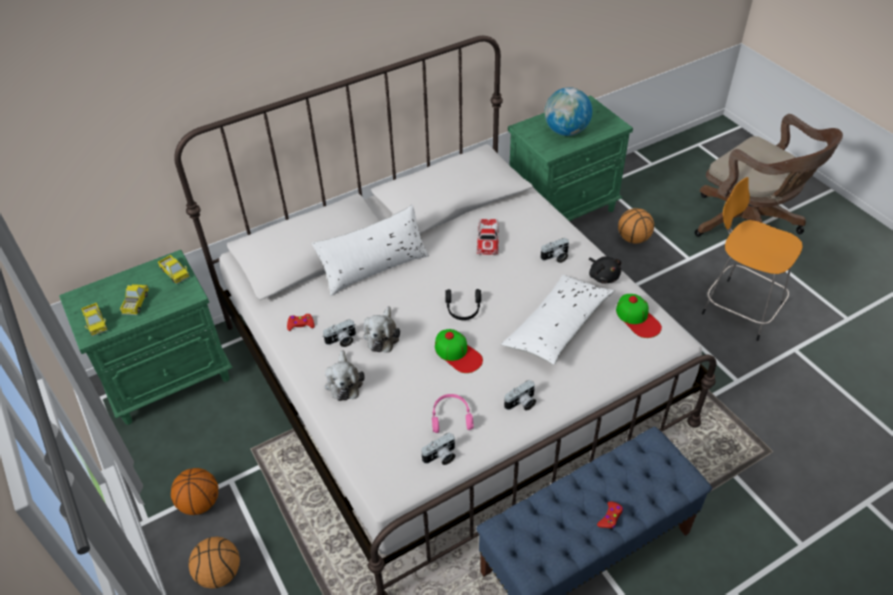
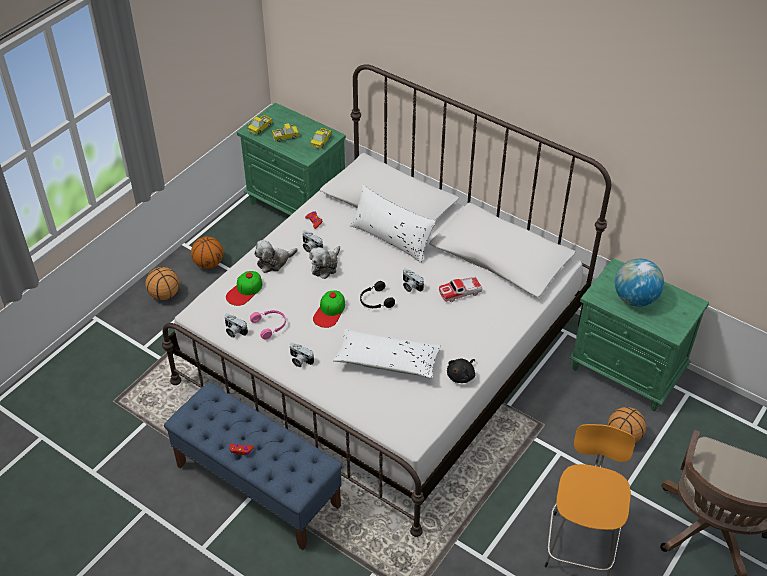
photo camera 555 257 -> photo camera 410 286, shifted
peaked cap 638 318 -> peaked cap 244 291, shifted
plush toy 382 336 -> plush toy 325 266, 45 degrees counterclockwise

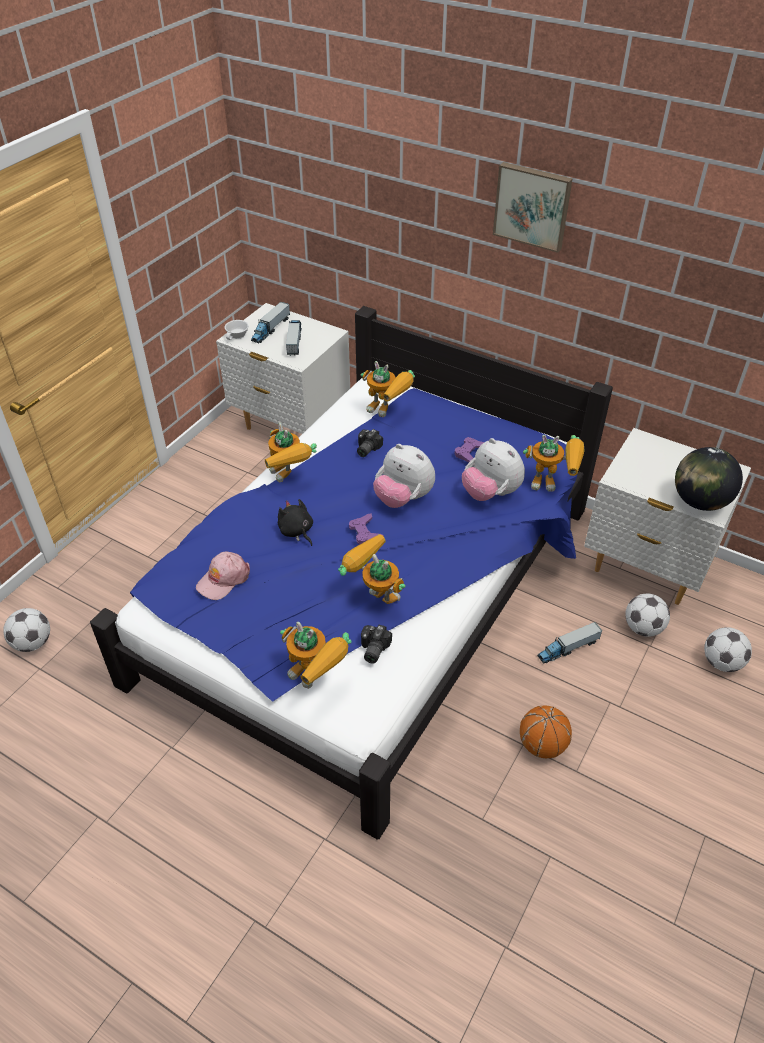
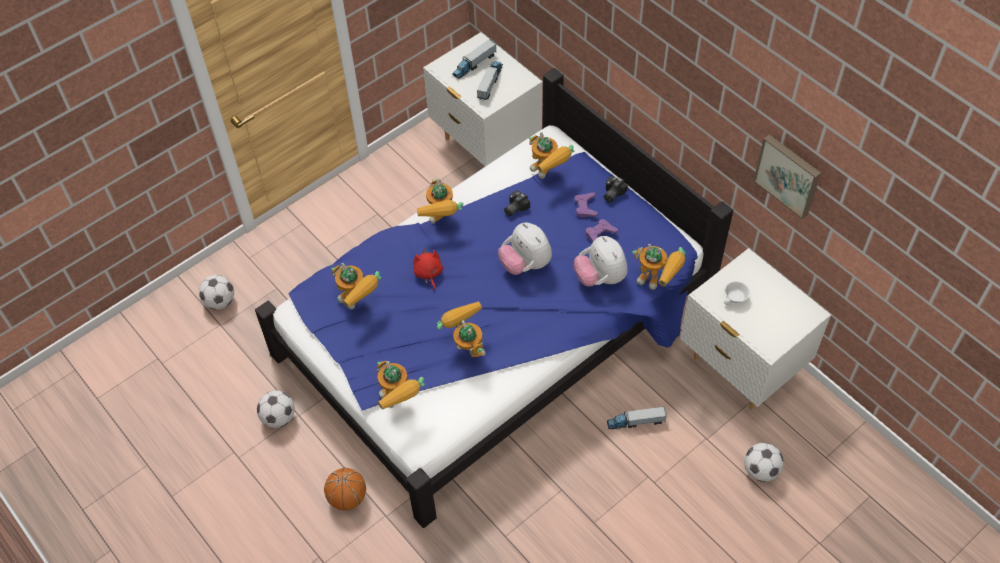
wall picture 532 206 -> wall picture 788 175, shifted
white-coloured drinking cup 238 335 -> white-coloured drinking cup 735 298, shifted
globe 700 501 -> none
black-coloured plush toy 296 531 -> red plush toy 428 273
purple-coloured joypad 365 532 -> purple-coloured joypad 585 207, shifted
pink peaked cap 223 579 -> toy robot 358 302
ball for football 643 628 -> ball for football 279 417, shifted
photo camera 372 649 -> photo camera 612 193, shifted
basketball ball 542 745 -> basketball ball 347 497, shifted

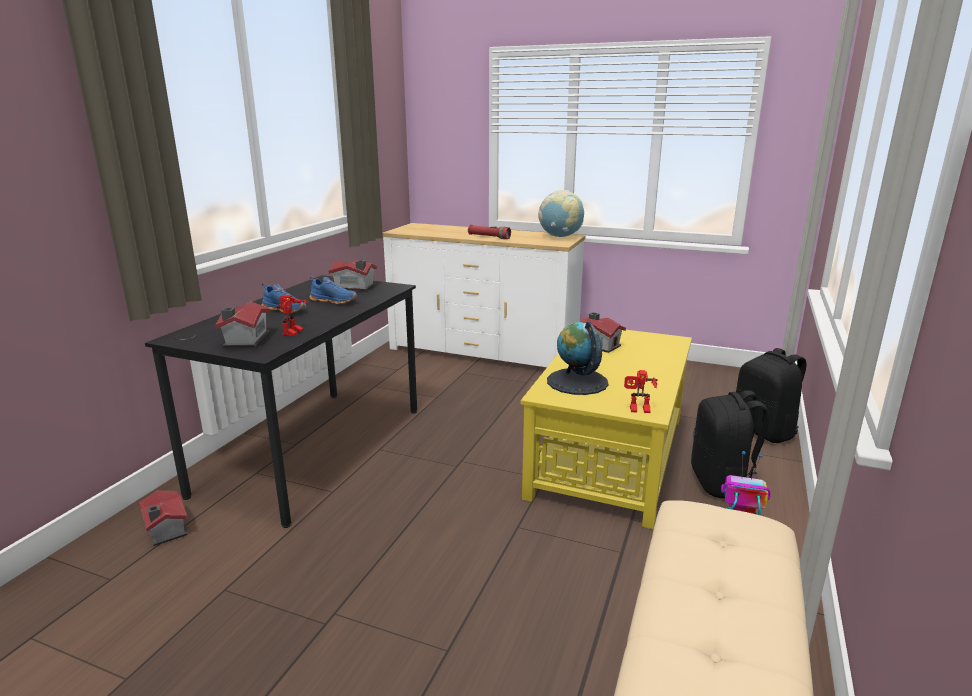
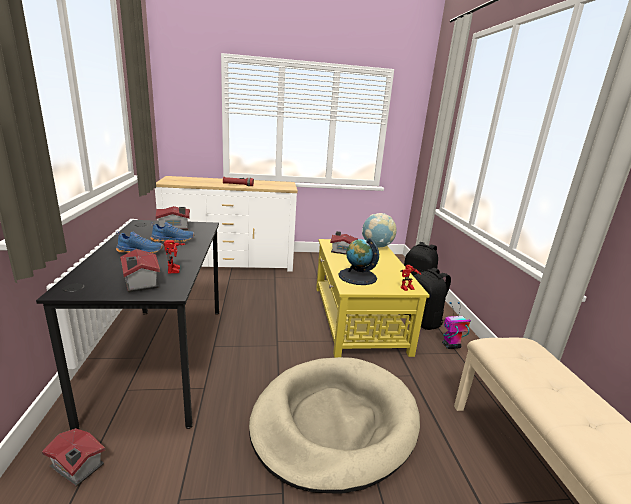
globe 560 236 -> globe 377 246, shifted
none -> sand-coloured dog bed 334 422

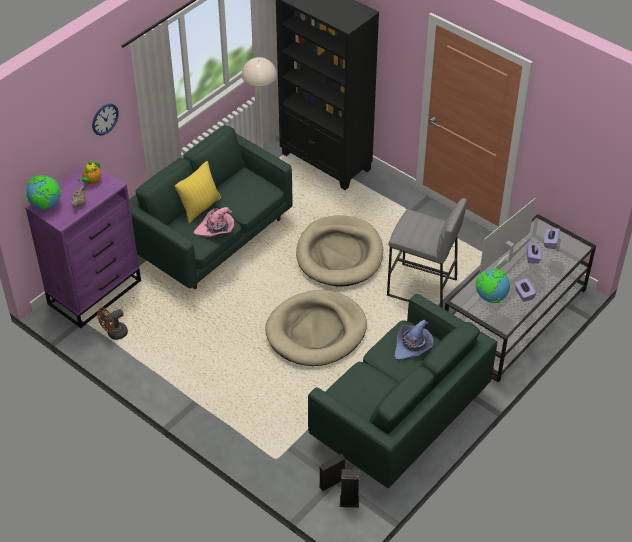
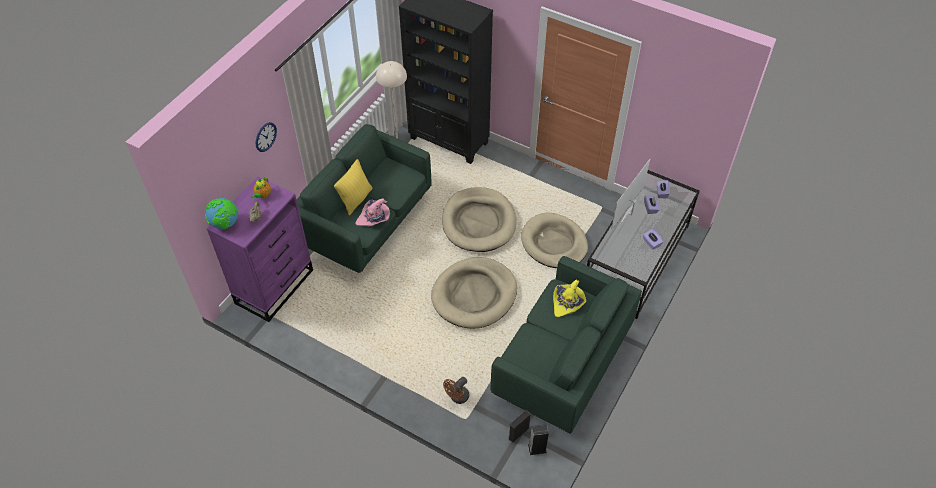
grey stool 421 288 -> sand-coloured dog bed 554 243
globe 490 297 -> none
brownish fan 114 334 -> brownish fan 457 398, shifted
purple-coloured hat 413 346 -> yellowish hat 567 302

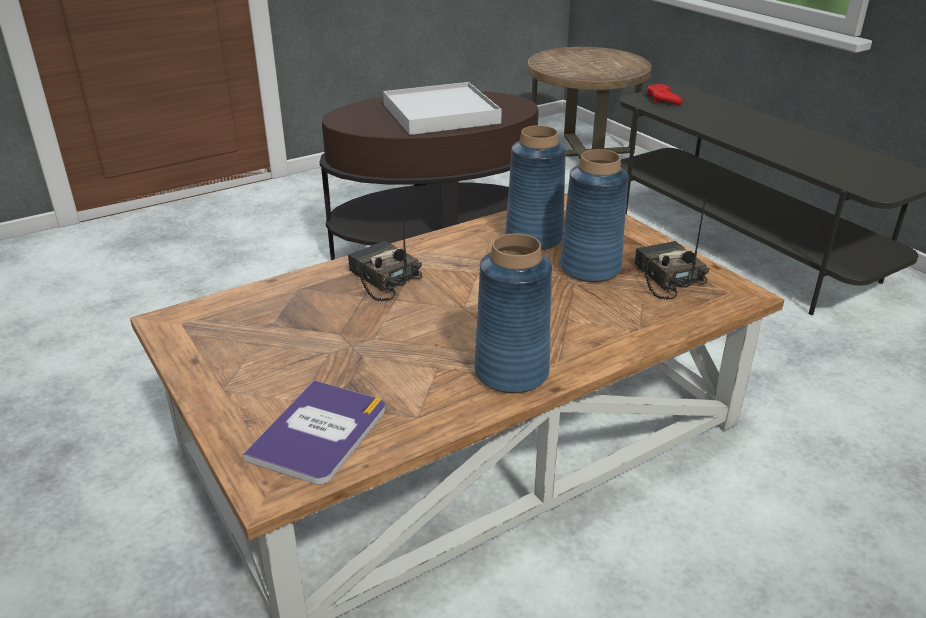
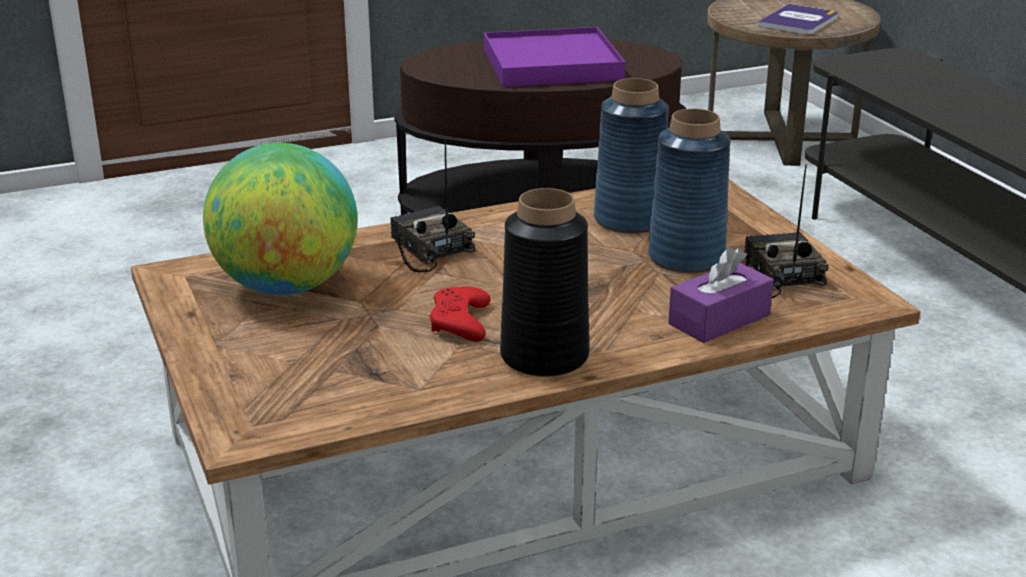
white-coloured carrying tray 441 114 -> purple-coloured carrying tray 552 64
red joypad 662 99 -> red joypad 460 321, shifted
blue vase 511 373 -> black-coloured vase 544 356
volume 319 433 -> volume 798 21, shifted
none -> globe 287 286
none -> purple-coloured box of tissues 719 319

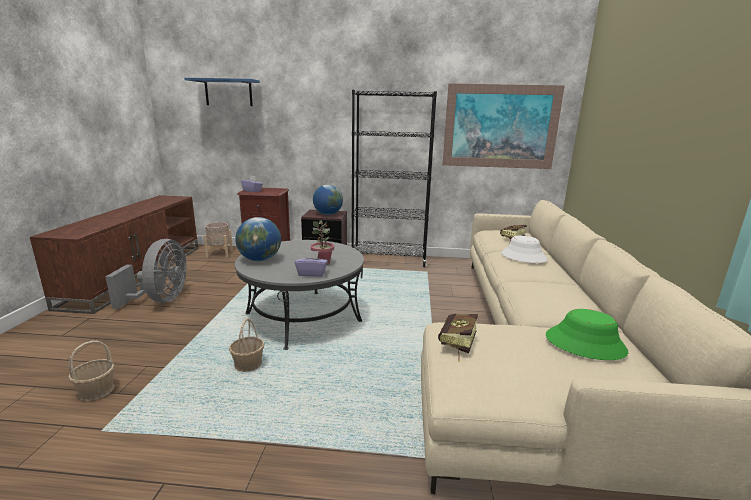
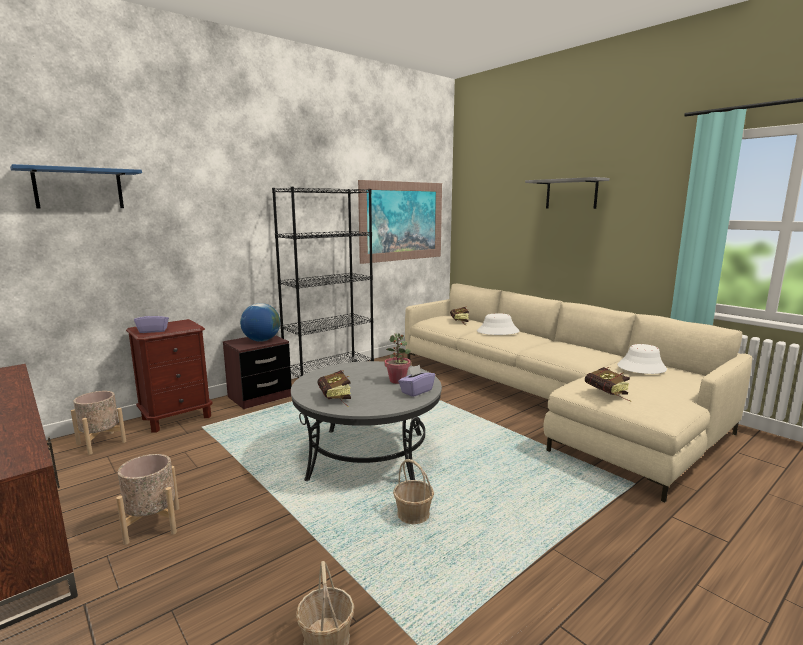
globe 260 259 -> volume 335 399
grey fan 160 300 -> sand-coloured planter 152 525
green hat 585 343 -> white-coloured hat 641 367
none -> grey wall shelf 571 194

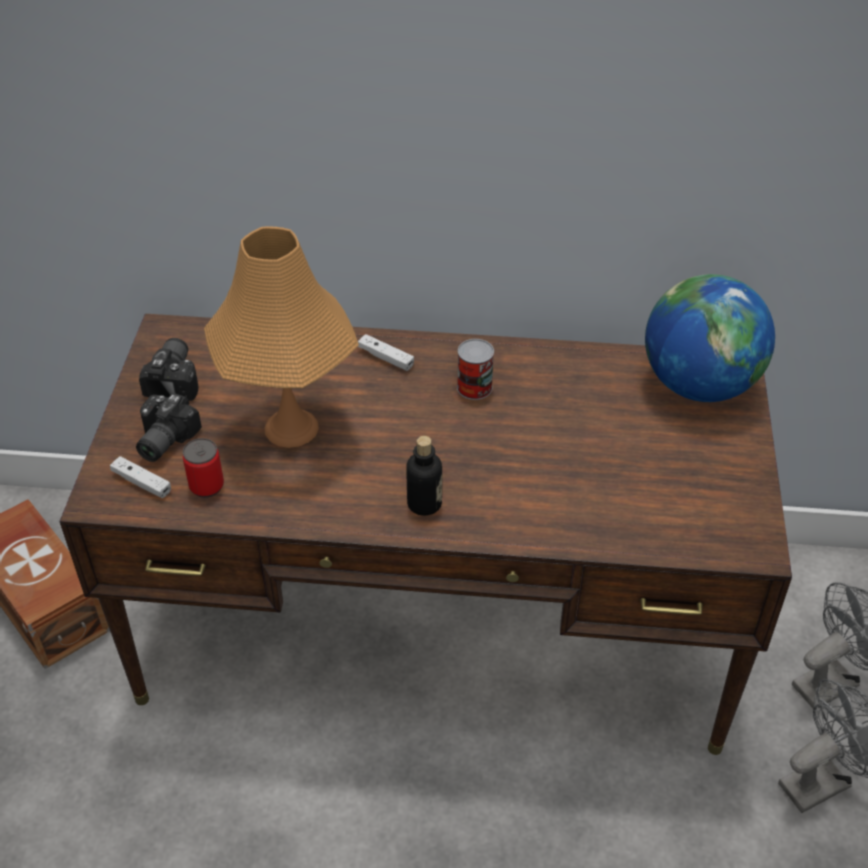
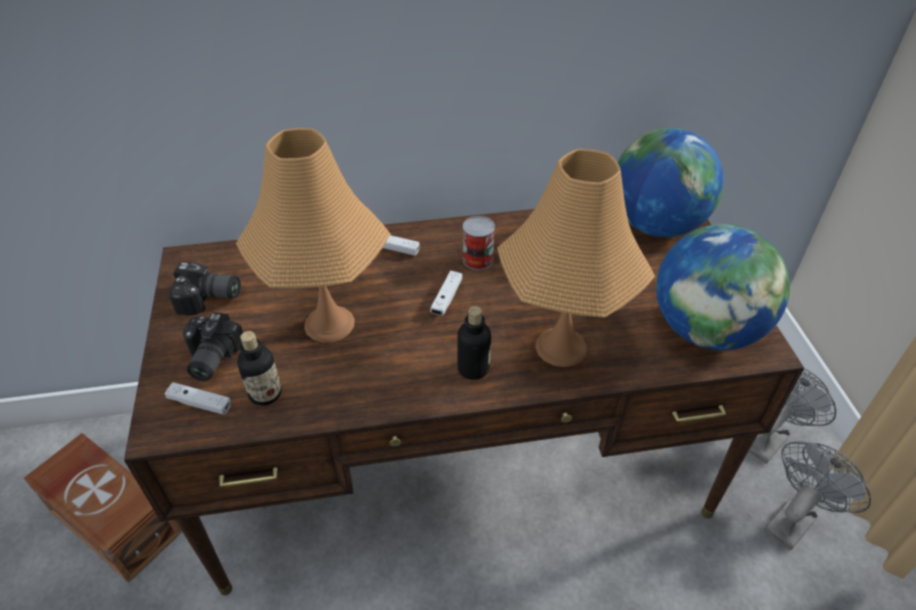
photo camera 177 379 -> photo camera 209 299, 105 degrees clockwise
can 206 486 -> drink bottle 265 393
none -> orange table lamp 561 346
none -> globe 705 330
none -> white-coloured joypad 446 298

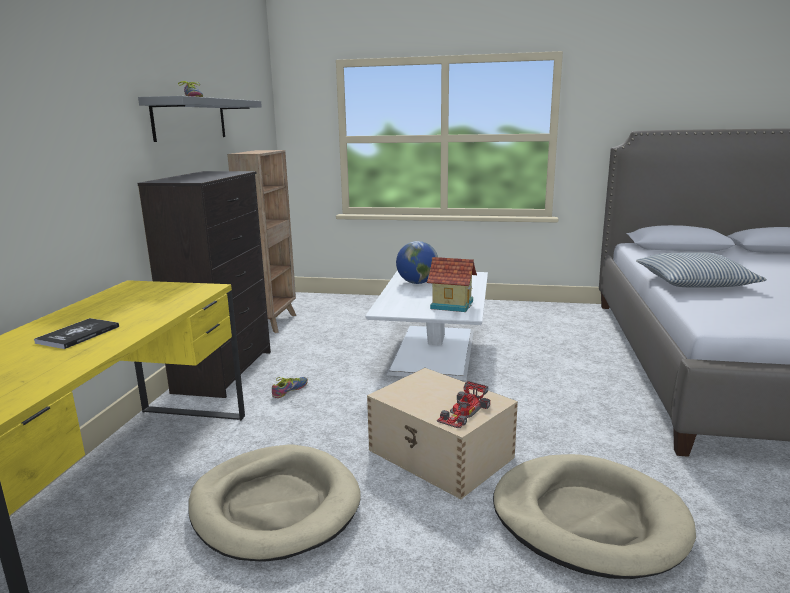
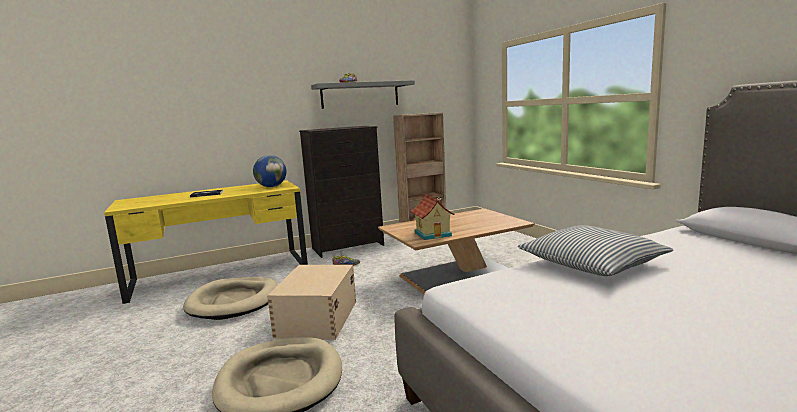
globe 417 283 -> globe 271 187, shifted
white-coloured low table 434 352 -> brownish low table 455 275
model car 463 412 -> none

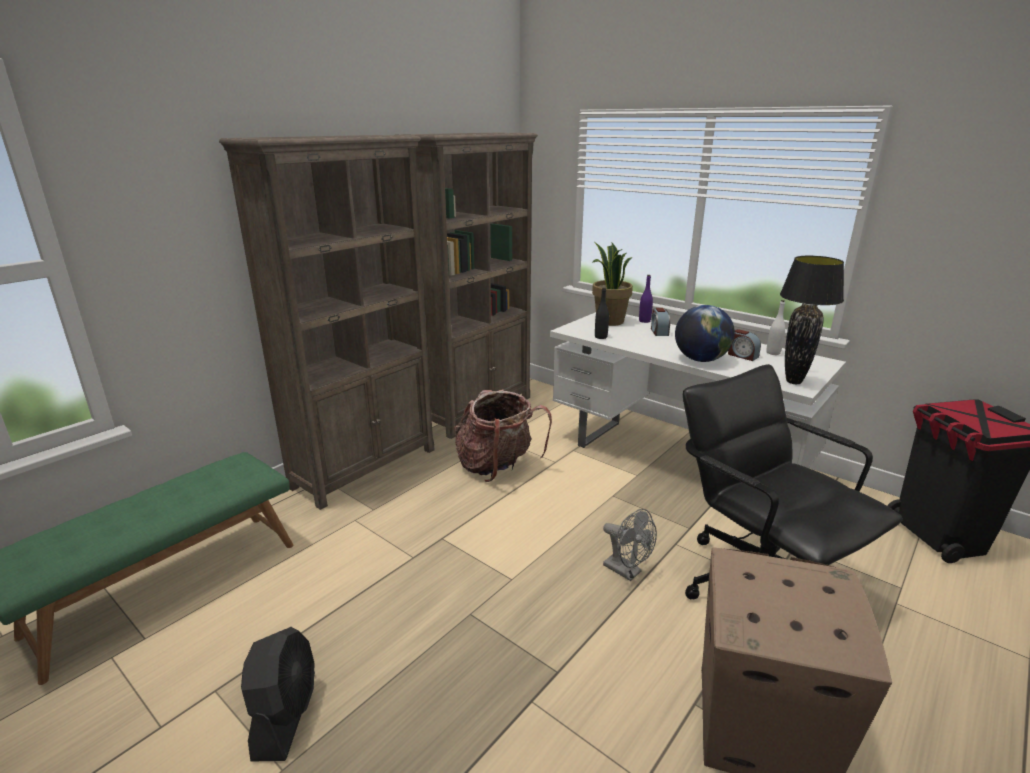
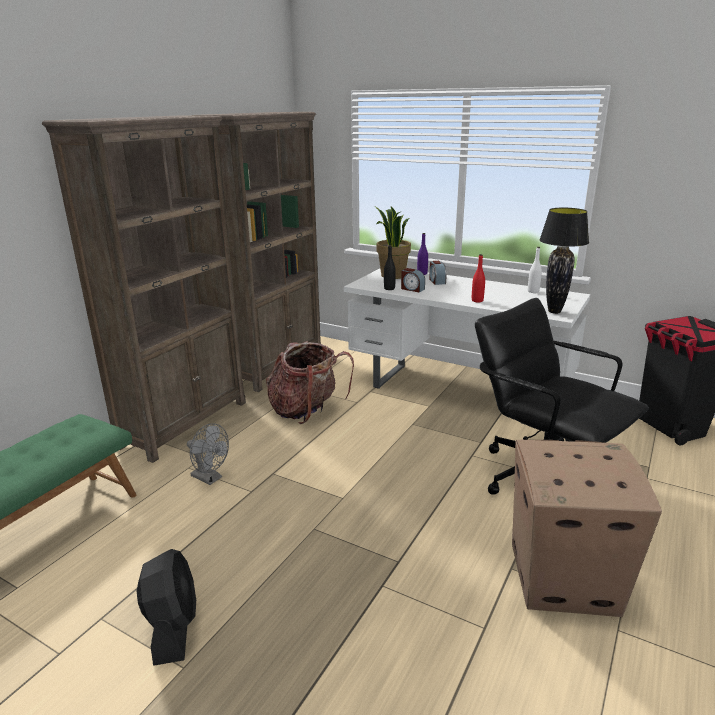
globe 700 360 -> red drink bottle 477 300
alarm clock 742 355 -> alarm clock 412 289, shifted
grey fan 627 571 -> grey fan 210 478, shifted

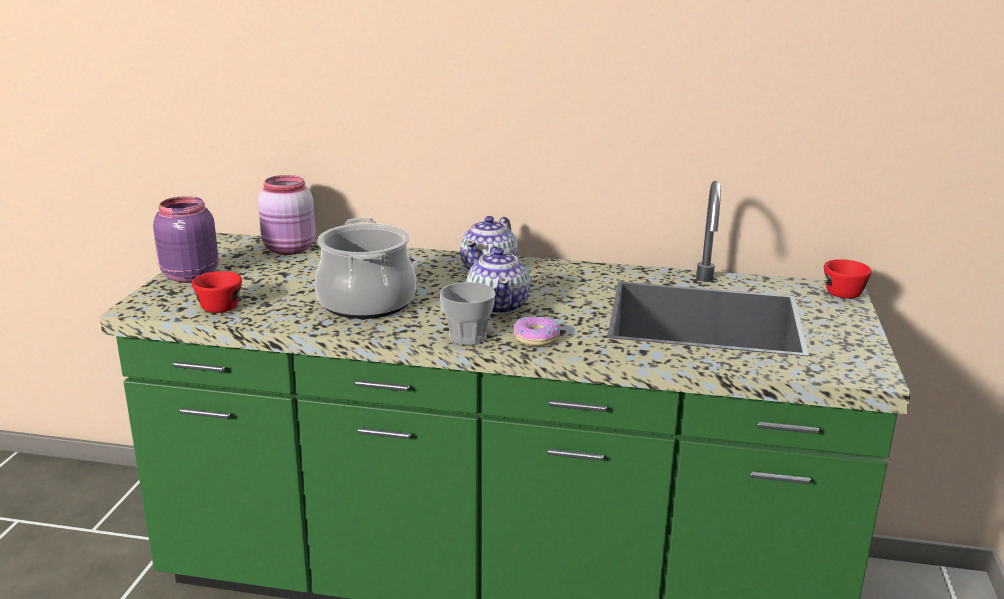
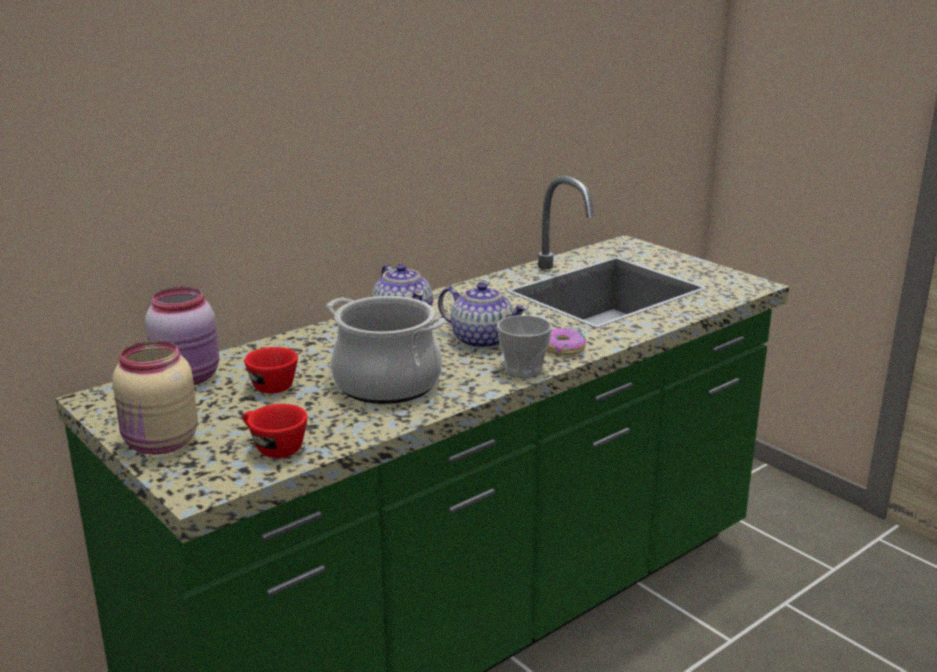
purple-coloured storage jar 188 276 -> sand-coloured storage jar 160 444
red drinking cup 841 291 -> red drinking cup 268 385, shifted

